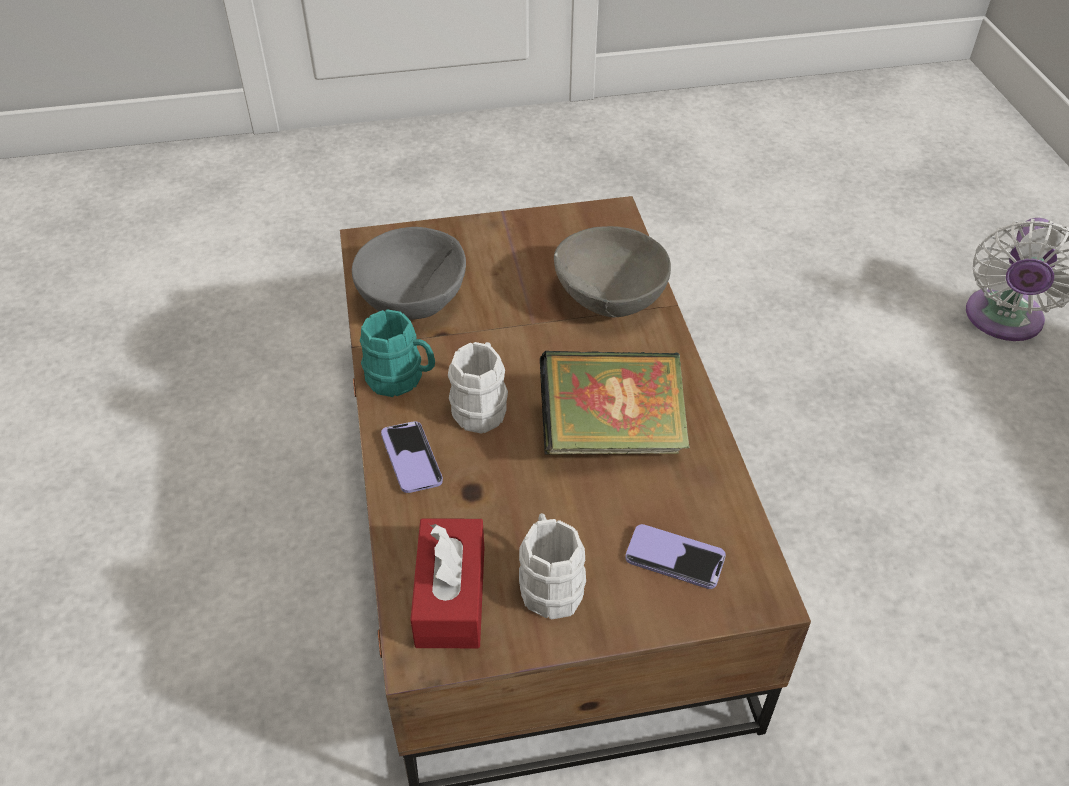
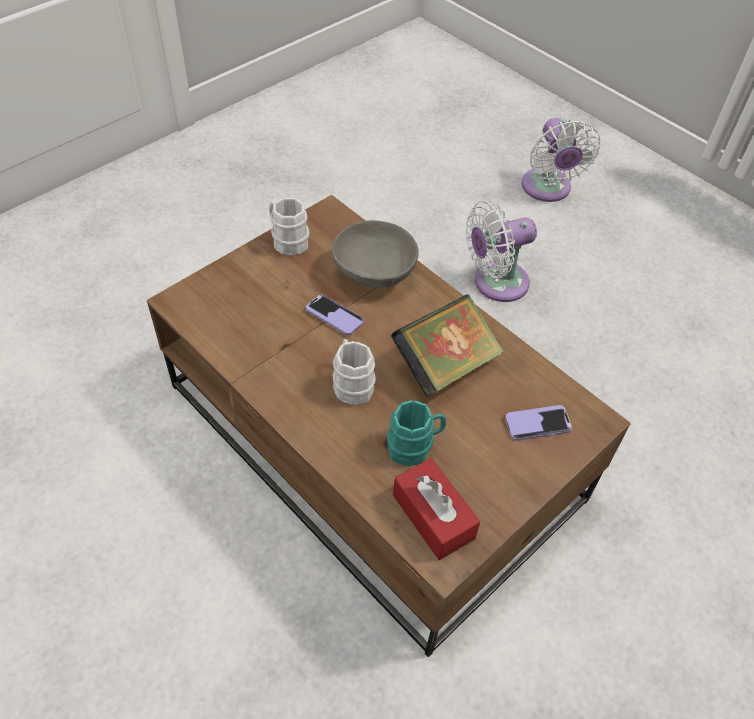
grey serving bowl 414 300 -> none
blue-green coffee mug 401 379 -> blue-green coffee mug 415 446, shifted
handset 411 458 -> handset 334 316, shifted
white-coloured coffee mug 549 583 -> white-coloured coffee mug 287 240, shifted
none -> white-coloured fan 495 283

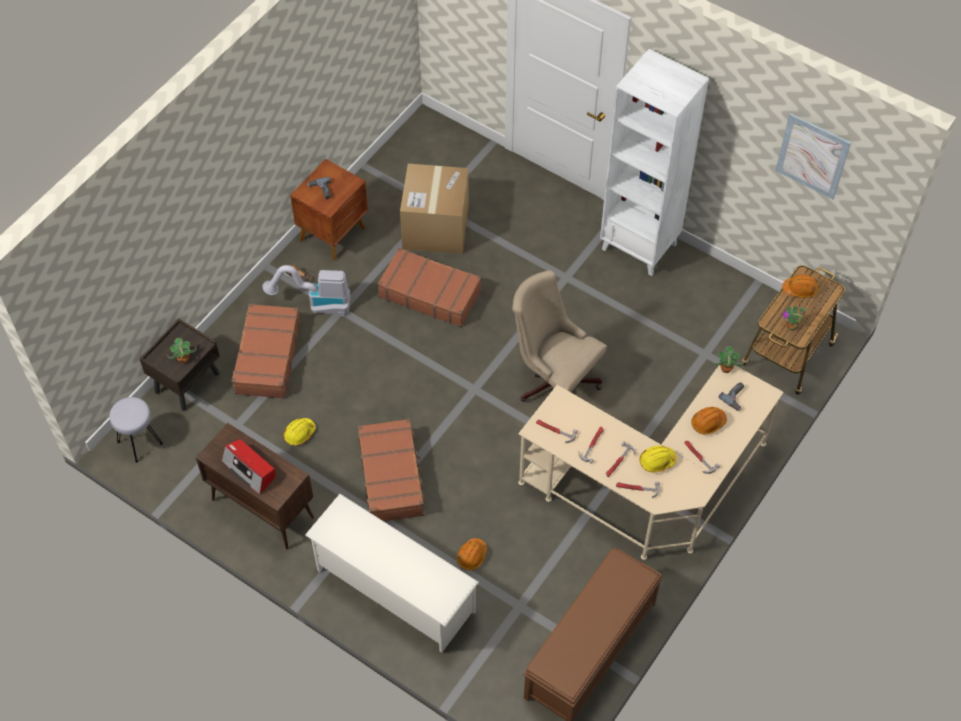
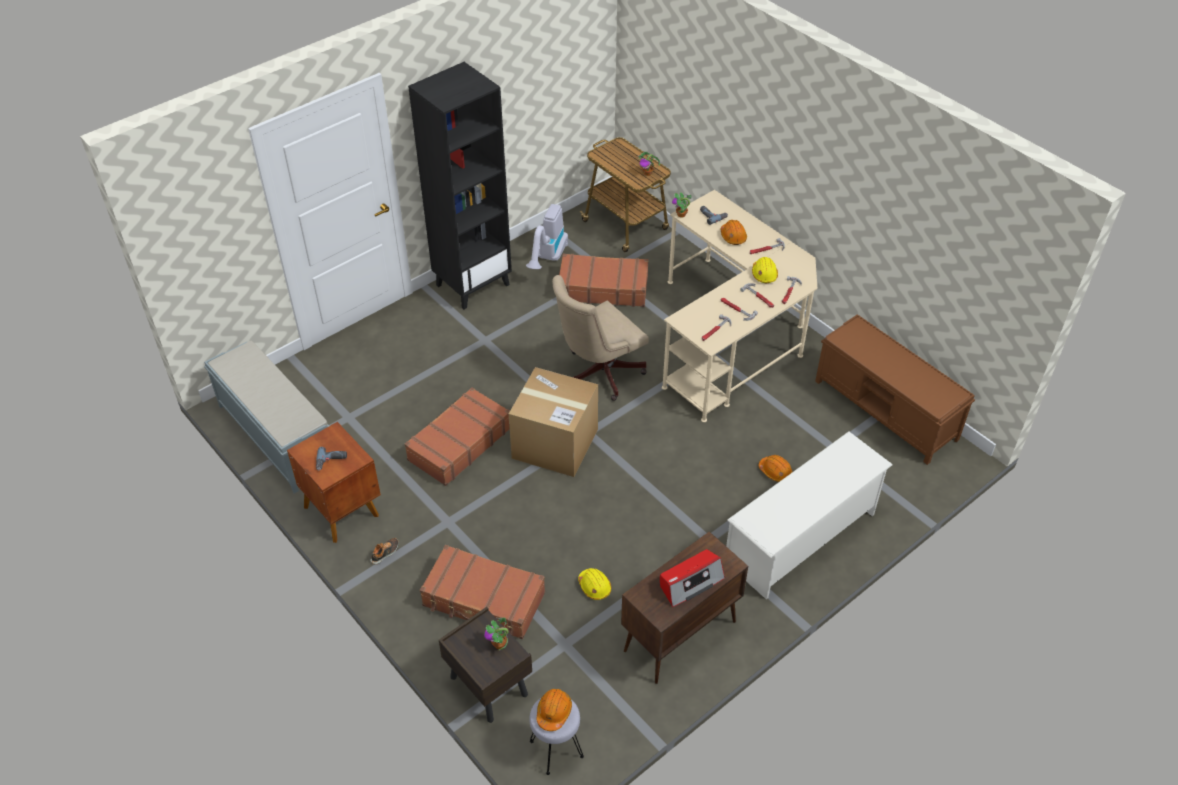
white-coloured bookcase 640 246 -> black-coloured bookcase 473 284
wall picture 812 156 -> none
cardboard box 436 227 -> cardboard box 555 443, shifted
vacuum 315 304 -> vacuum 548 259, shifted
orange safety helmet 800 289 -> orange safety helmet 554 712, shifted
brownish suitcase 392 476 -> brownish suitcase 603 288, shifted
none -> grey long seat 276 435

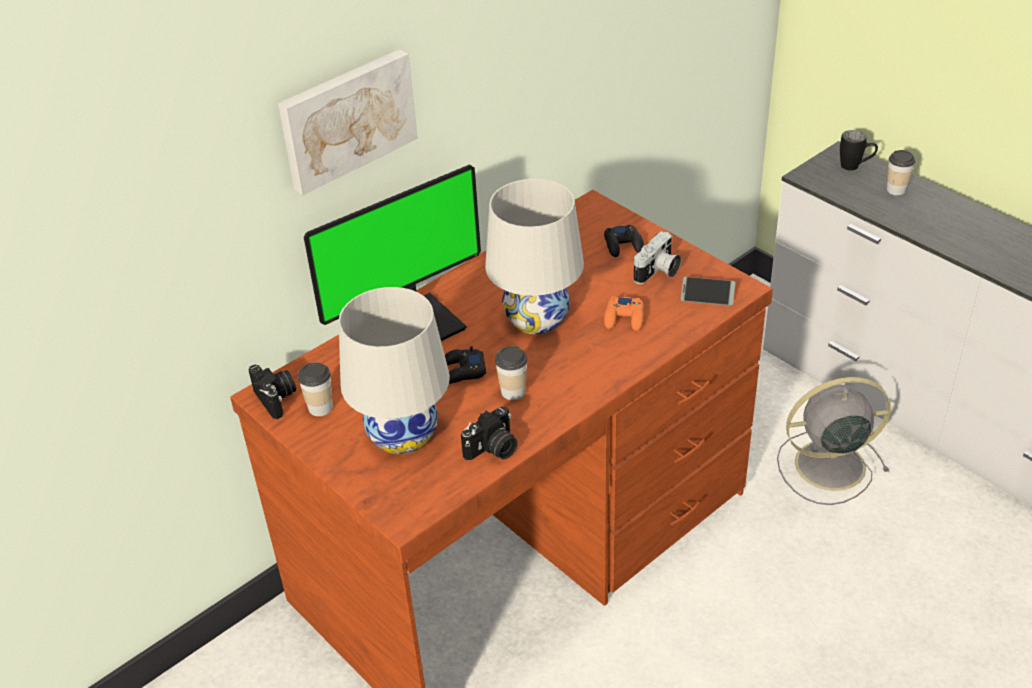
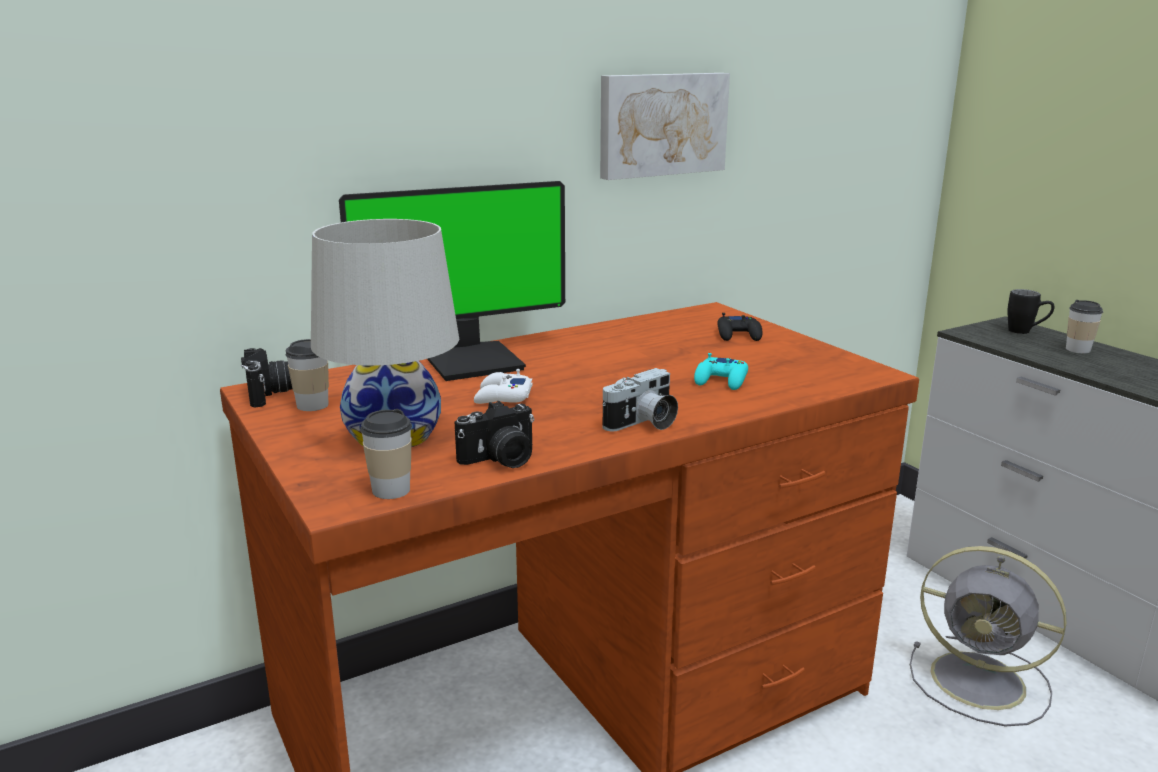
wall picture 346 119 -> wall picture 661 124, shifted
white-coloured table lamp 536 319 -> none
photo camera 658 272 -> photo camera 643 423, shifted
handset 707 296 -> none
orange joypad 624 318 -> blue-green joypad 722 380
black-coloured joypad 463 371 -> white-coloured joypad 502 397
drinking cup 513 392 -> drinking cup 391 490, shifted
grey fan 826 466 -> grey fan 982 682, 150 degrees counterclockwise

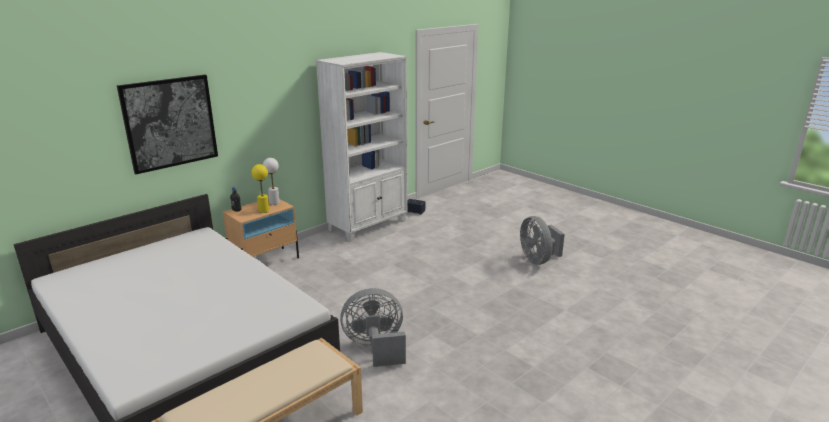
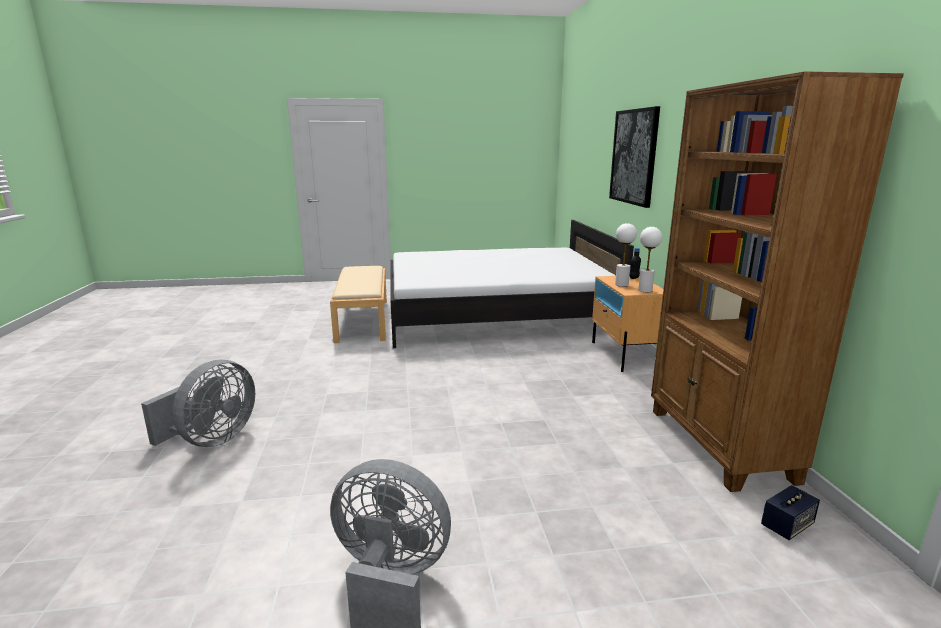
white-coloured bookcase 368 225 -> brownish bookcase 718 445
yellowish table lamp 263 211 -> white-coloured table lamp 621 284
grey fan 375 348 -> grey fan 212 440, shifted

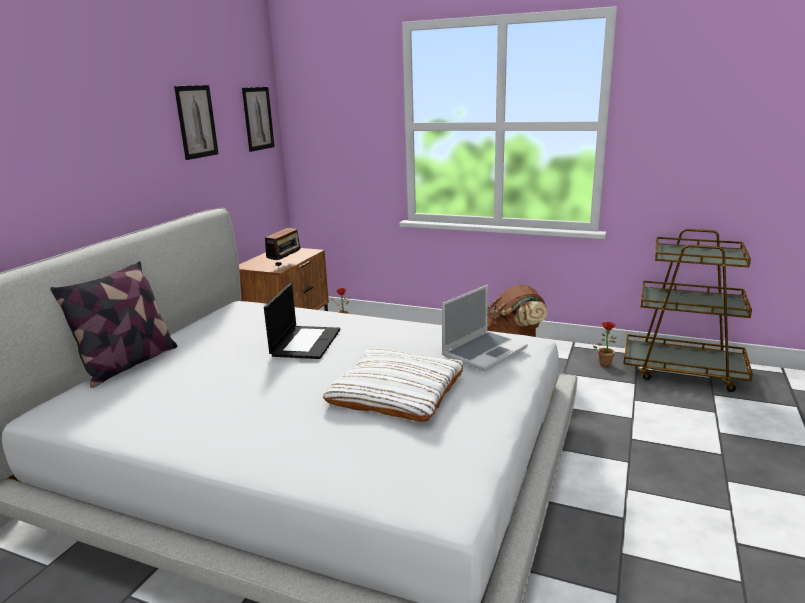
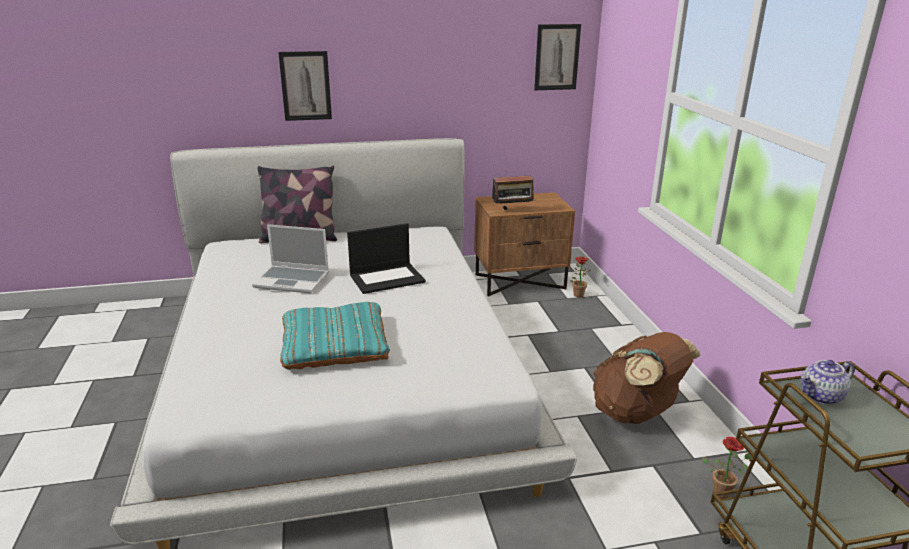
wall picture 196 122 -> wall picture 305 86, shifted
laptop 484 351 -> laptop 293 280, shifted
white-coloured throw pillow 396 392 -> blue-green throw pillow 334 343
none -> pot for tea 821 396

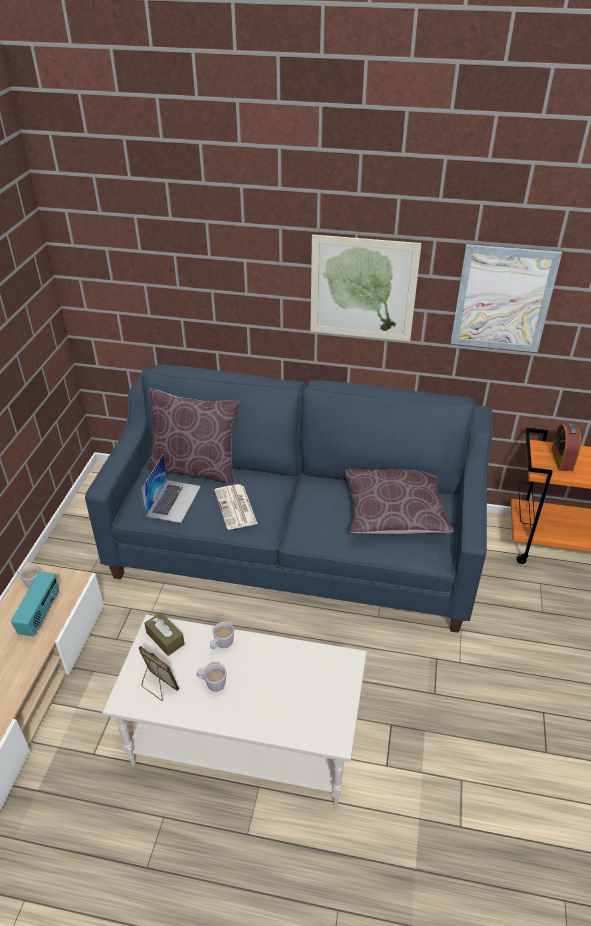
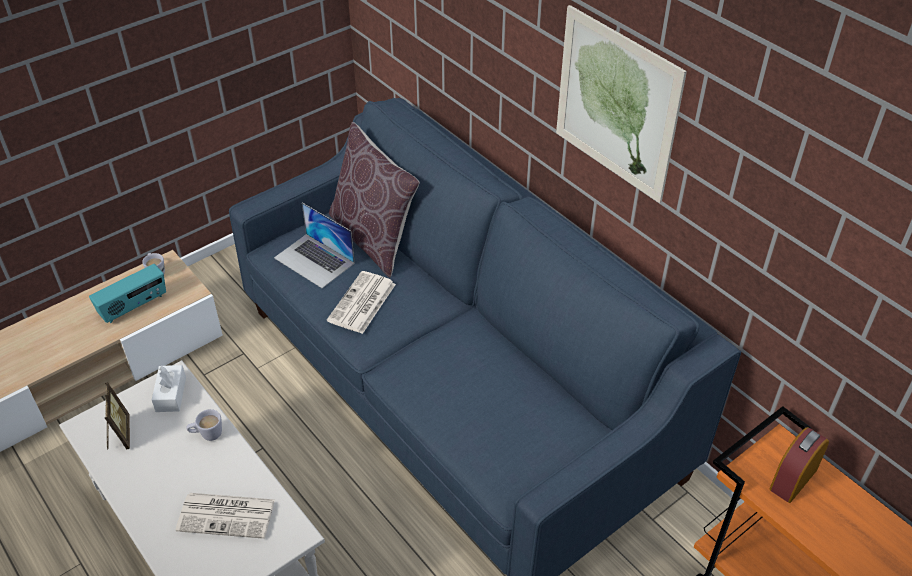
wall picture 503 299 -> none
laptop 173 500 -> laptop 314 260, 75 degrees clockwise
brownish throw pillow 394 512 -> none
brownish box of tissues 165 638 -> white-coloured box of tissues 171 394
white-coloured coffee mug 212 684 -> none
none -> daily paper 228 515

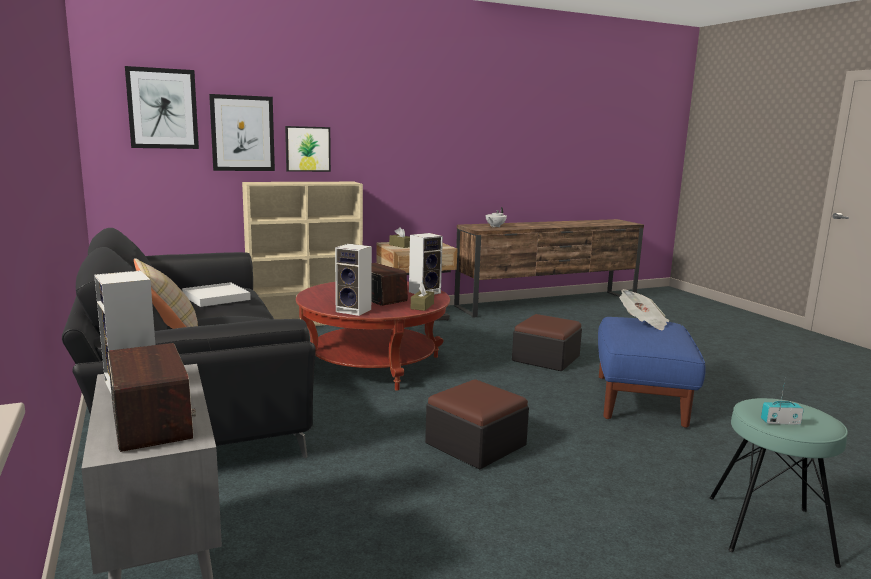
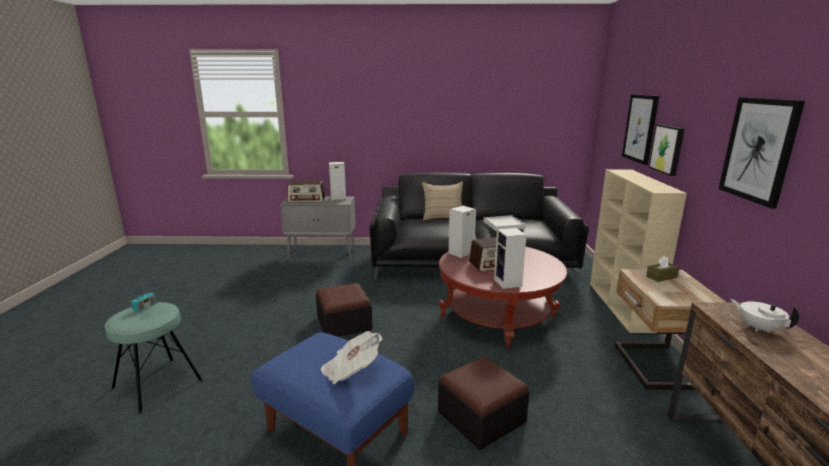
wall picture 162 108 -> wall picture 759 150, shifted
brownish box of tissues 422 306 -> none

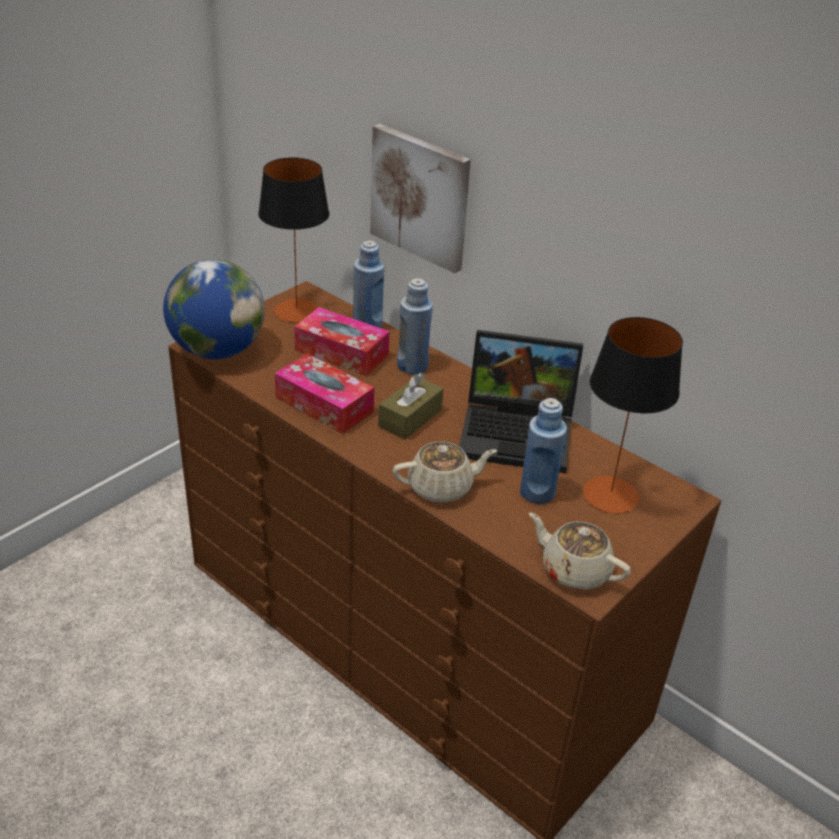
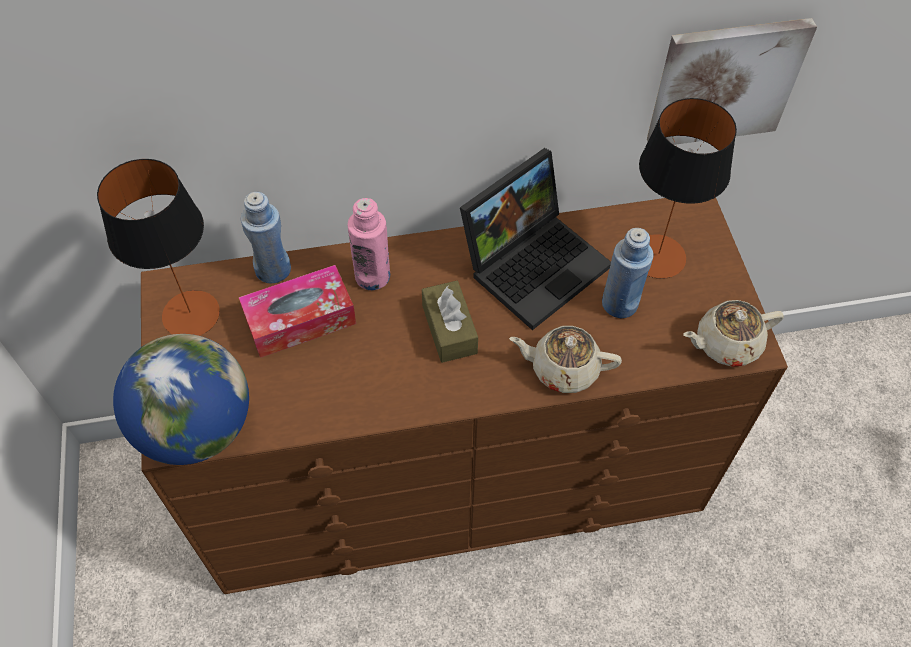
wall picture 421 197 -> wall picture 725 81, shifted
blue drink bottle 412 366 -> pink drink bottle 372 276
box of tissues 324 405 -> none
sand-coloured pot for tea 441 487 -> sand-coloured pot for tea 563 368, 105 degrees counterclockwise

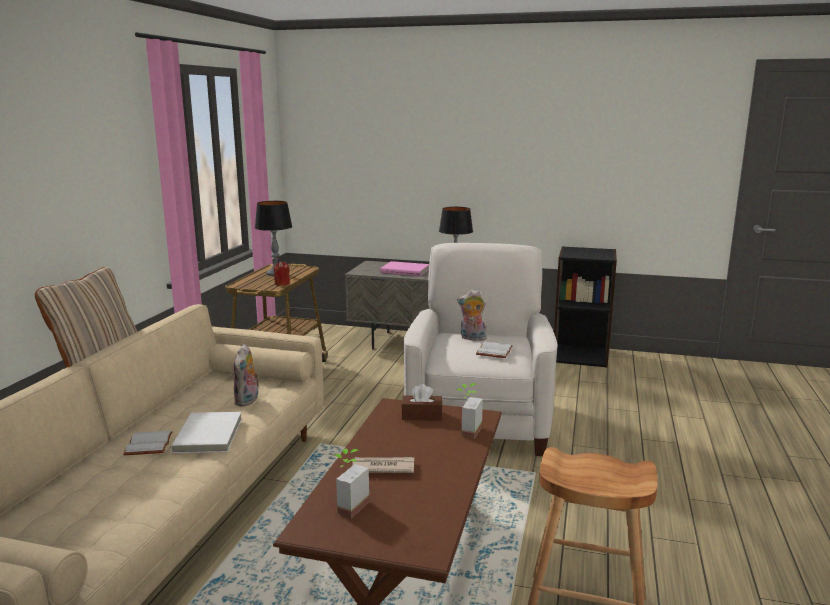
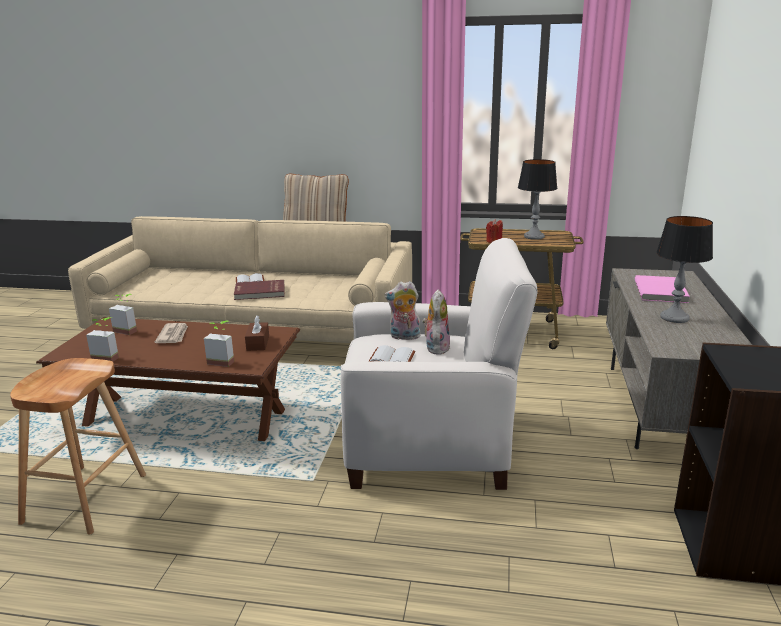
plush toy 248 401 -> plush toy 404 337, shifted
white-coloured volume 210 435 -> red volume 260 292
none -> potted plant 108 356

